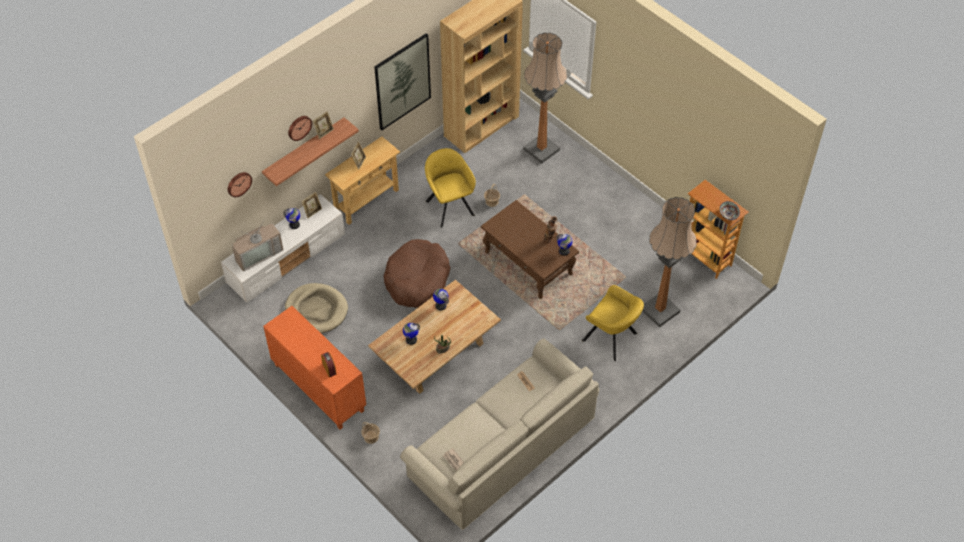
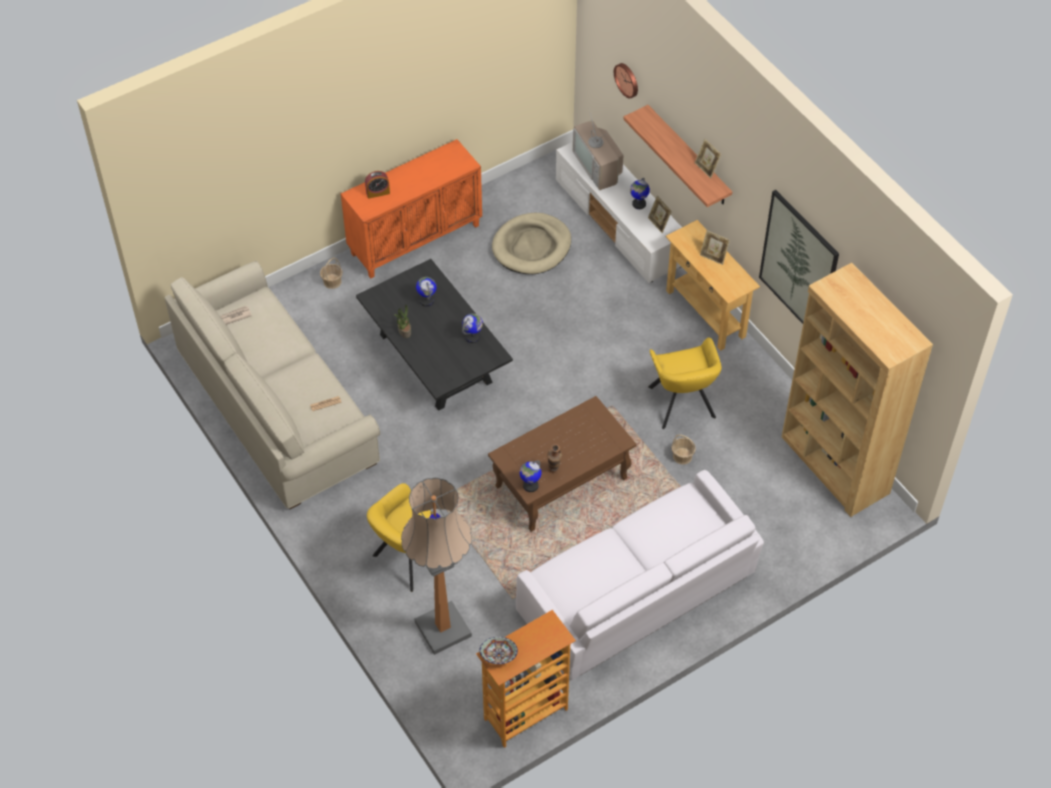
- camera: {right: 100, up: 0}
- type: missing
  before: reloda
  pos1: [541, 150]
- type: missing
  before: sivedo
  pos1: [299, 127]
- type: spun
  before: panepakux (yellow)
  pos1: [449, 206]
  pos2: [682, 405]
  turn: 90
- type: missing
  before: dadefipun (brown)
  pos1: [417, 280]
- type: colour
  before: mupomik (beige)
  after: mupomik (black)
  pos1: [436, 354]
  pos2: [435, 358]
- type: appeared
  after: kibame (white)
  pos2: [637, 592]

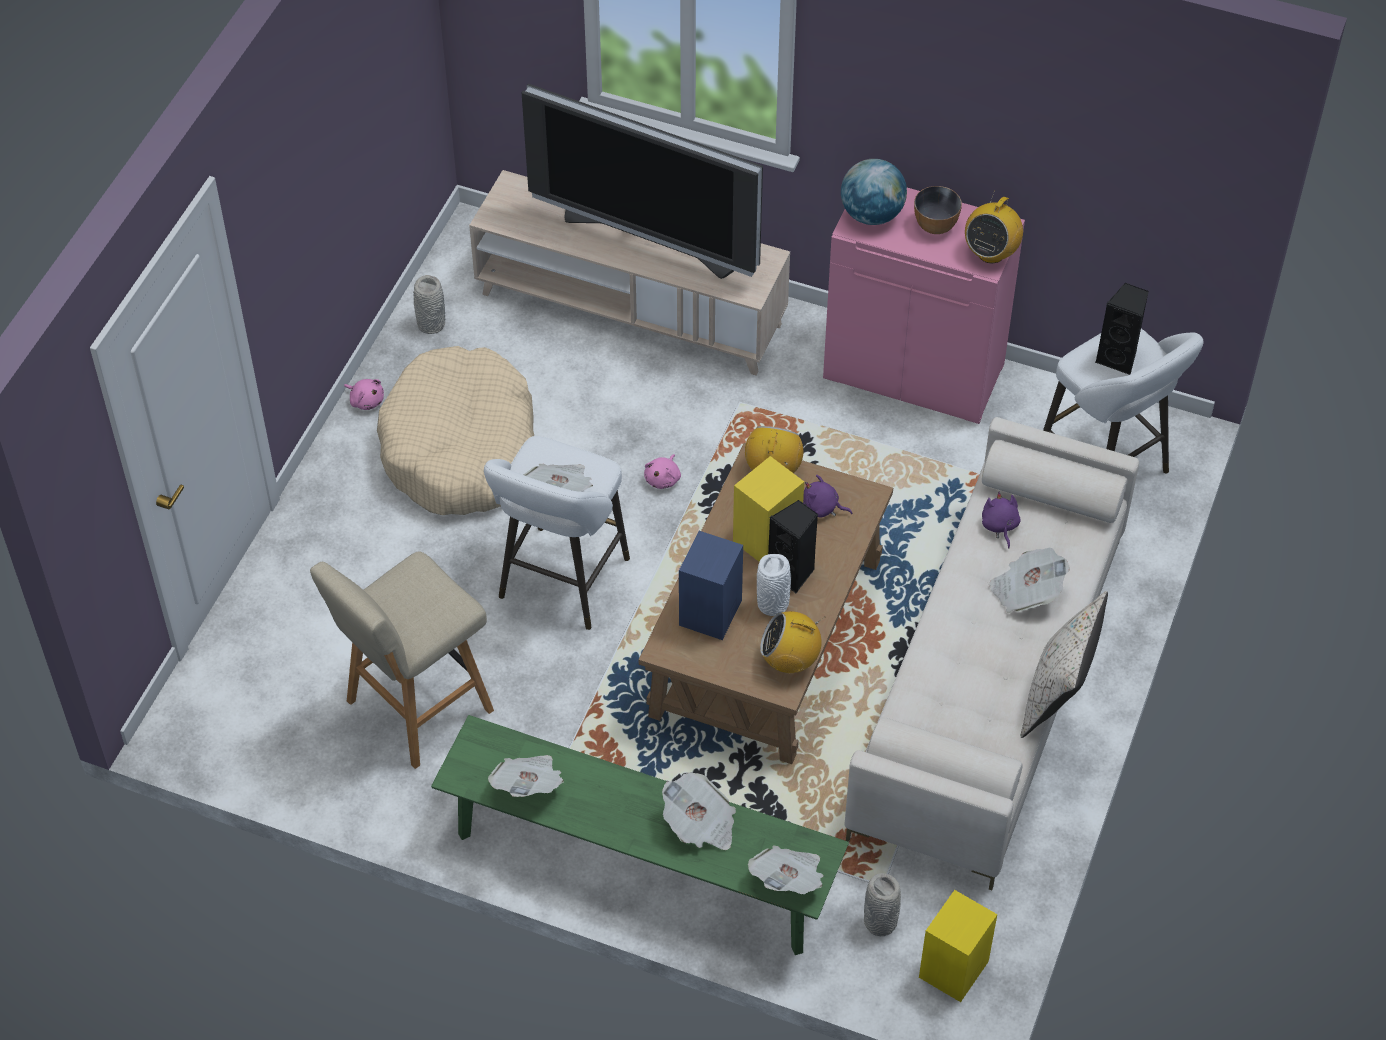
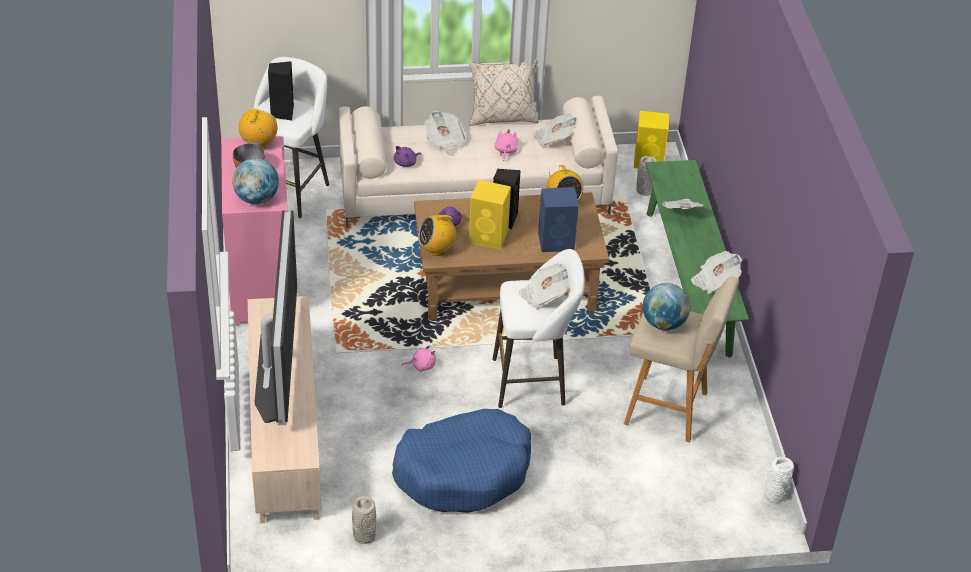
- camera: {right: -120, up: -10}
- type: spun
  before: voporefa
  pos1: [991, 252]
  pos2: [259, 144]
  turn: -75
- type: colour
  before: dadefipun (beige)
  after: dadefipun (blue)
  pos1: [460, 448]
  pos2: [463, 472]
- type: relocated
  before: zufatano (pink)
  pos1: [366, 400]
  pos2: [505, 151]
- type: relocated
  before: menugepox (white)
  pos1: [773, 603]
  pos2: [774, 495]
- type: relocated
  before: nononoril
  pos1: [788, 879]
  pos2: [553, 138]
- type: appeared
  after: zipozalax
  pos2: [664, 323]

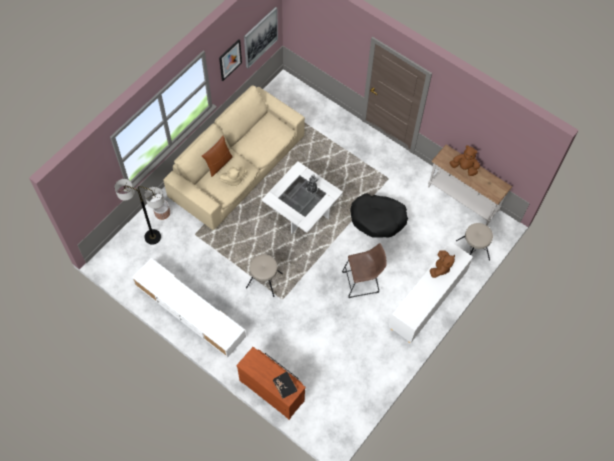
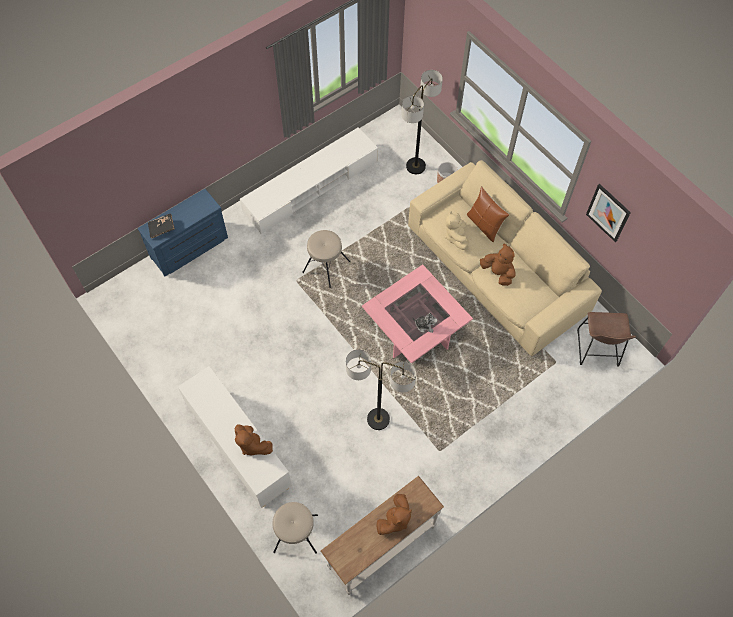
- camera: {right: 105, up: 0}
- type: missing
  before: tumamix
  pos1: [260, 37]
- type: colour
  before: mupomik (white)
  after: mupomik (pink)
  pos1: [302, 209]
  pos2: [415, 329]
- type: exchanged
  before: dadefipun (black)
  after: reloda
  pos1: [378, 219]
  pos2: [378, 419]
- type: relocated
  before: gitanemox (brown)
  pos1: [362, 282]
  pos2: [597, 351]
- type: colour
  before: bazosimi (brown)
  after: bazosimi (blue)
  pos1: [272, 389]
  pos2: [190, 248]
- type: appeared
  after: zufatano (brown)
  pos2: [498, 273]

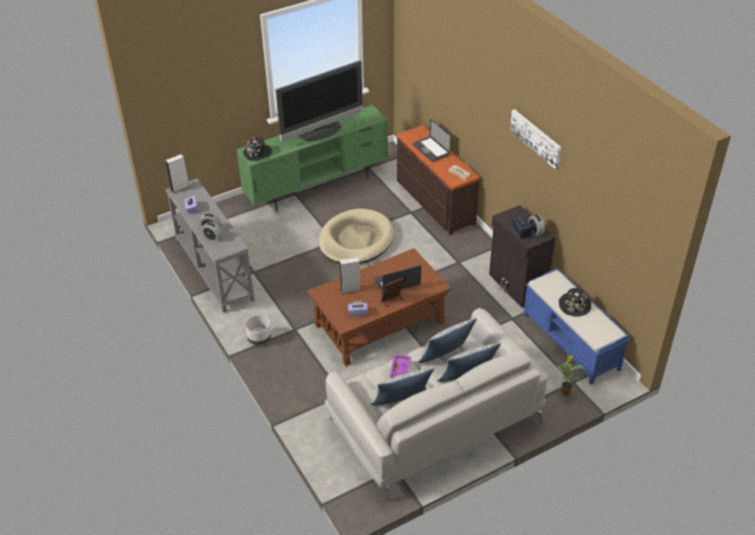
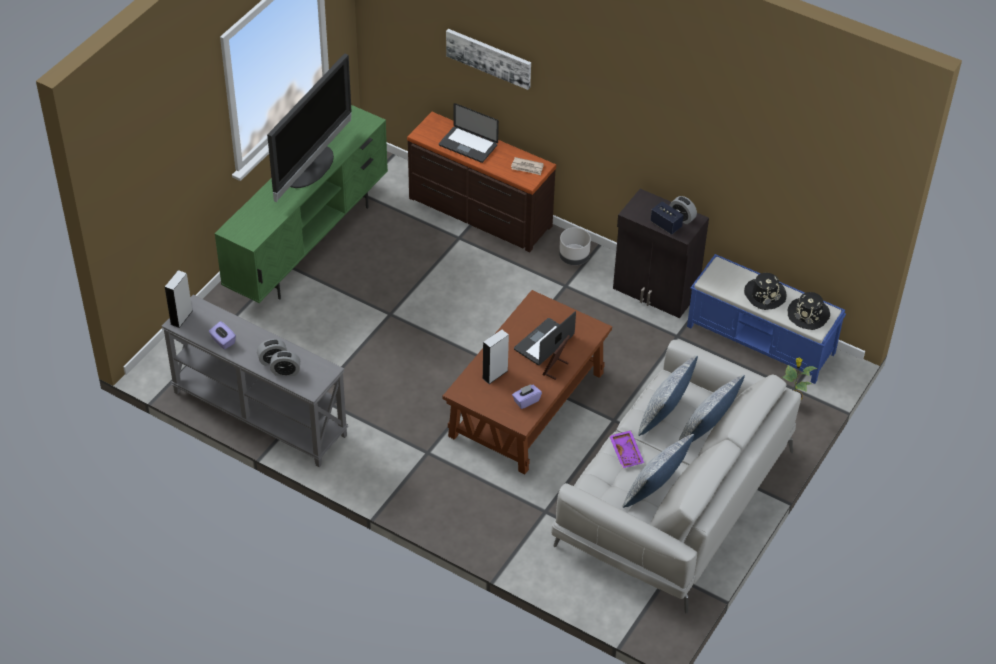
- camera: {right: -30, up: 5}
- type: relocated
  before: tumamix
  pos1: [536, 138]
  pos2: [489, 57]
- type: relocated
  before: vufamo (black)
  pos1: [257, 153]
  pos2: [808, 314]
- type: missing
  before: dadefipun (beige)
  pos1: [356, 240]
- type: relocated
  before: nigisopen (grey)
  pos1: [259, 339]
  pos2: [574, 257]

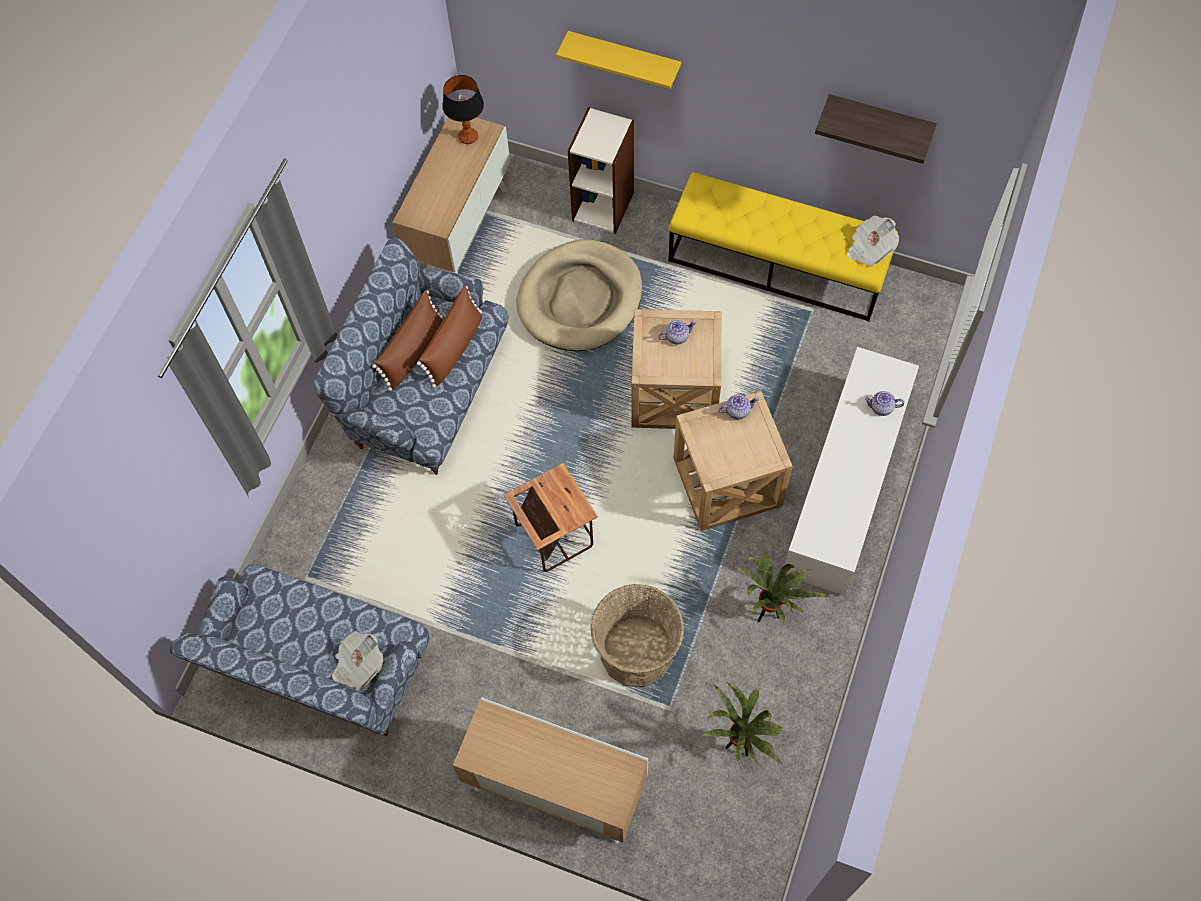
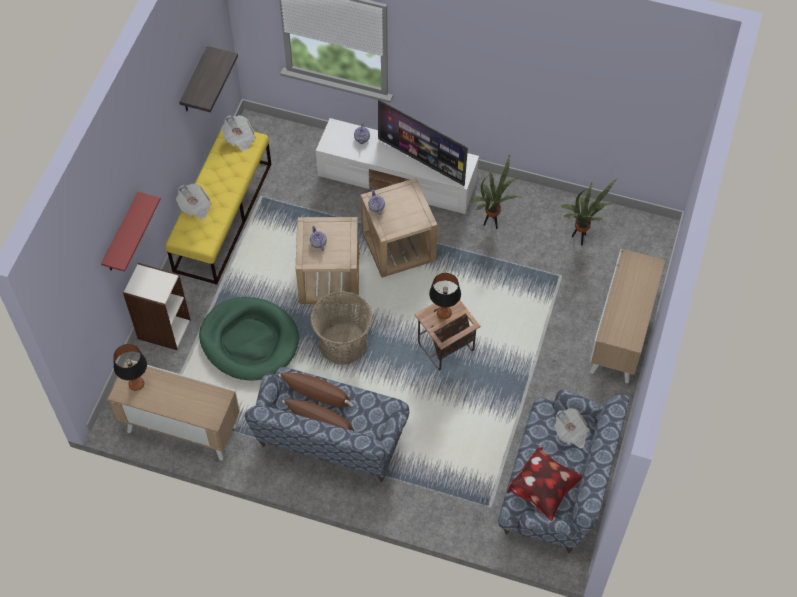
- camera: {right: -95, up: -5}
- type: colour
  before: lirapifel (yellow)
  after: lirapifel (red)
  pos1: [624, 59]
  pos2: [121, 234]
- type: colour
  before: dadefipun (beige)
  after: dadefipun (green)
  pos1: [580, 299]
  pos2: [249, 341]
- type: relocated
  before: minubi
  pos1: [637, 652]
  pos2: [343, 343]
- type: appeared
  after: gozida
  pos2: [422, 161]
- type: appeared
  after: nononoril
  pos2: [195, 207]
- type: appeared
  after: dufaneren
  pos2: [444, 313]
- type: appeared
  after: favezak
  pos2: [544, 490]

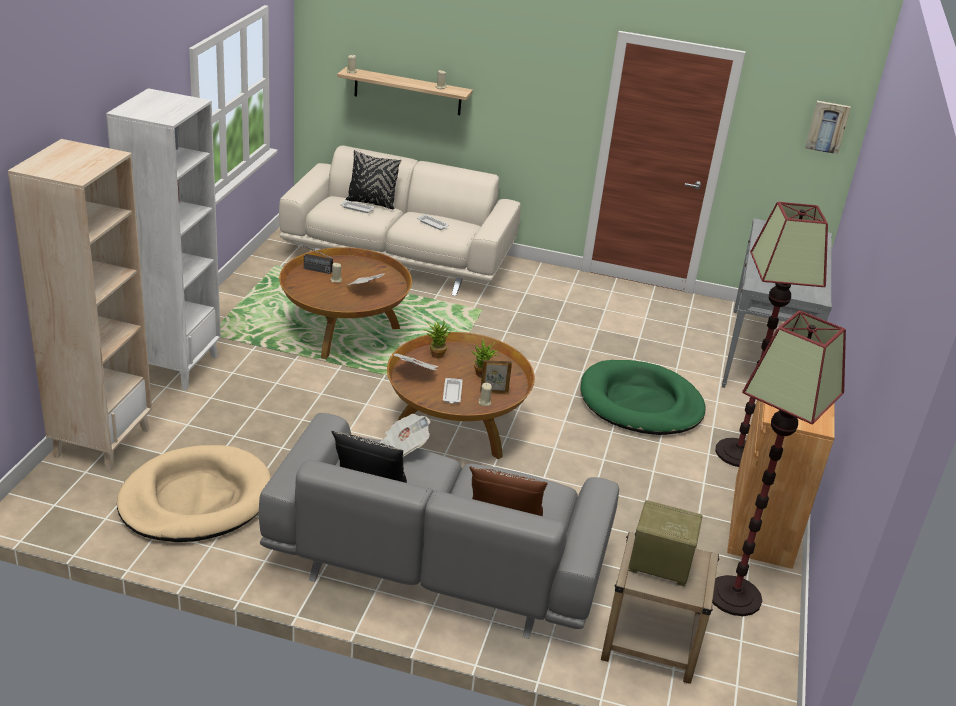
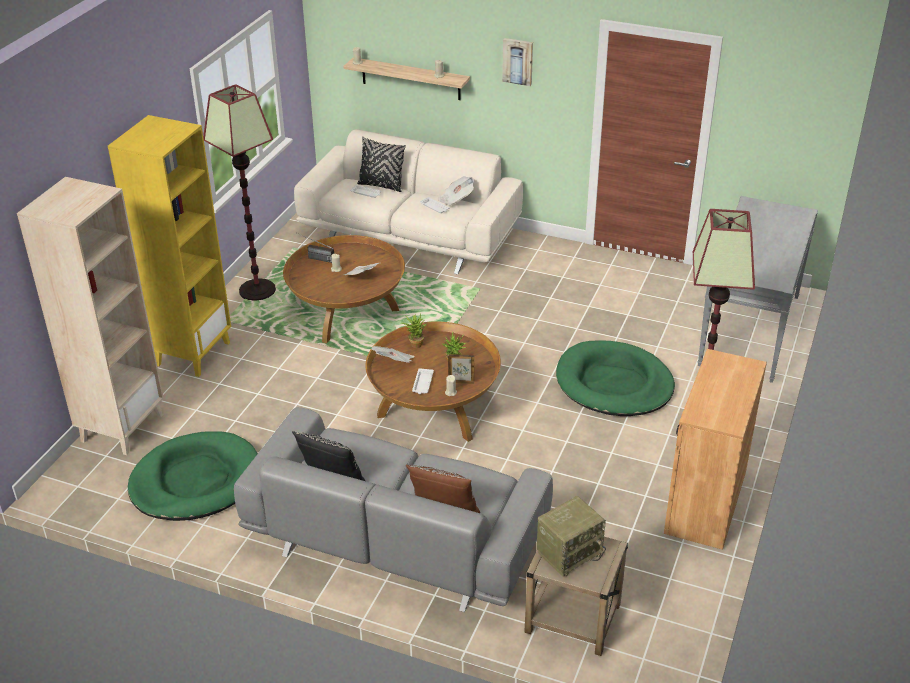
- camera: {right: 10, up: 5}
- type: colour
  before: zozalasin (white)
  after: zozalasin (yellow)
  pos1: [176, 366]
  pos2: [193, 353]
- type: relocated
  before: tumamix
  pos1: [827, 126]
  pos2: [518, 61]
- type: relocated
  before: reloda
  pos1: [735, 596]
  pos2: [258, 290]
- type: relocated
  before: nononoril
  pos1: [401, 448]
  pos2: [456, 199]
- type: colour
  before: dadefipun (beige)
  after: dadefipun (green)
  pos1: [196, 499]
  pos2: [195, 481]
- type: spun
  before: voporefa
  pos1: [658, 564]
  pos2: [569, 552]
  turn: 120

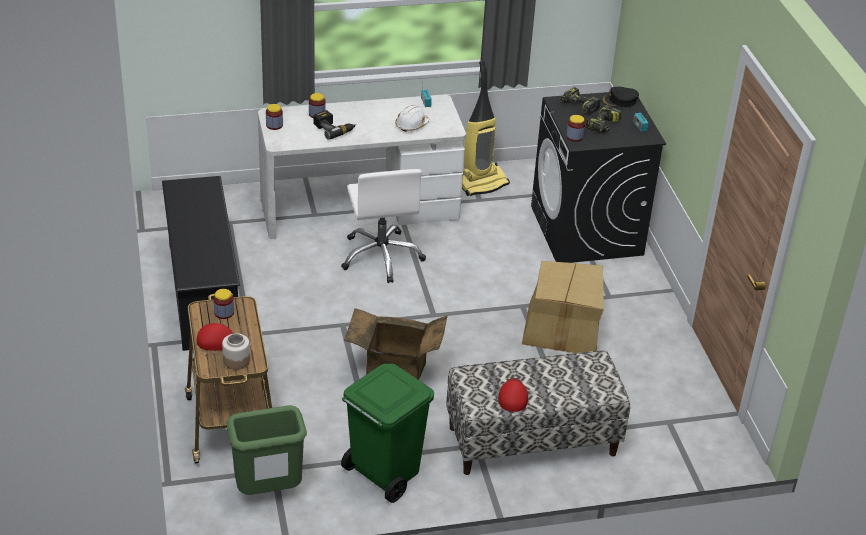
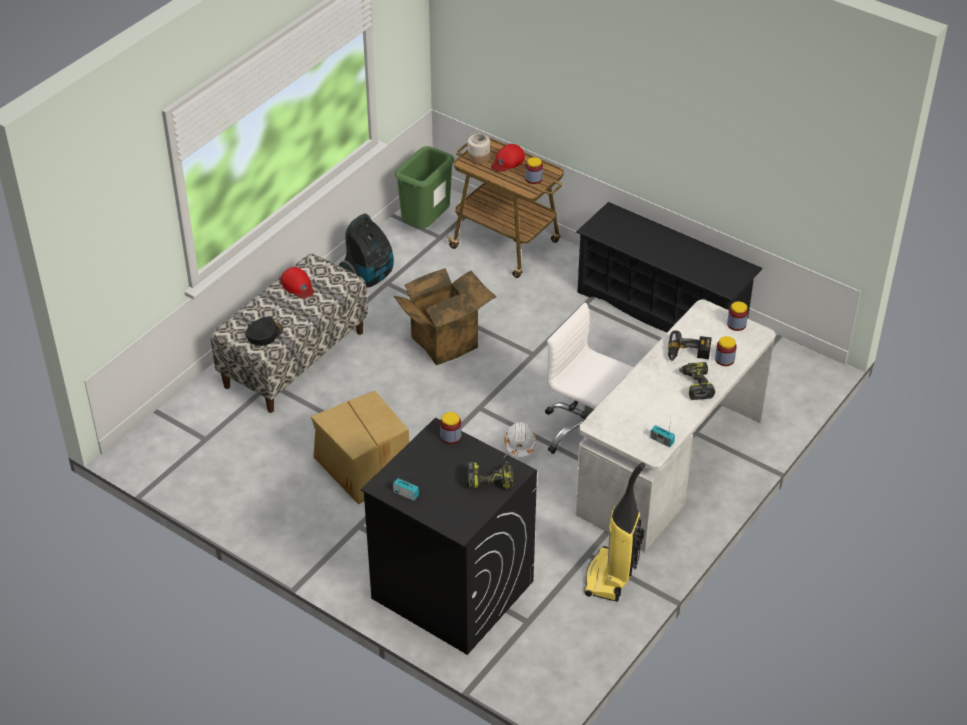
- camera: {right: 140, up: 5}
- type: relocated
  before: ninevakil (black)
  pos1: [619, 100]
  pos2: [264, 334]
- type: relocated
  before: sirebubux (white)
  pos1: [412, 125]
  pos2: [520, 444]
- type: relocated
  before: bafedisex
  pos1: [603, 126]
  pos2: [696, 385]
- type: exchanged
  before: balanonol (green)
  after: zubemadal
  pos1: [384, 474]
  pos2: [369, 276]

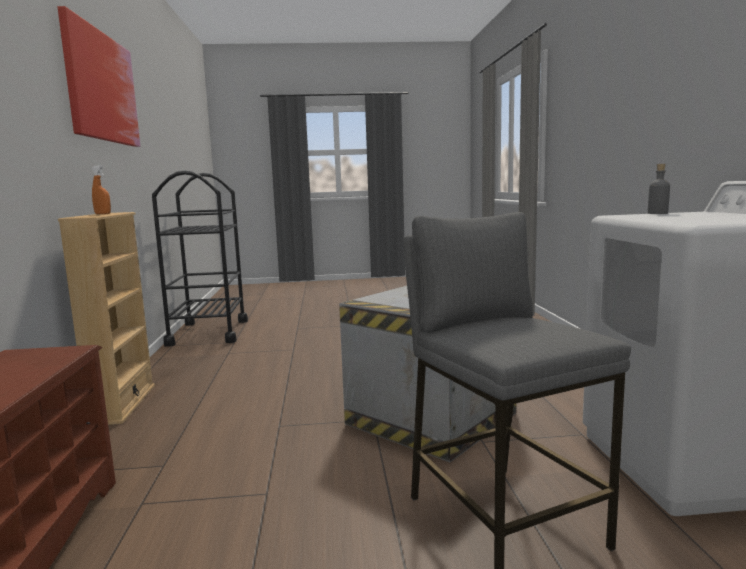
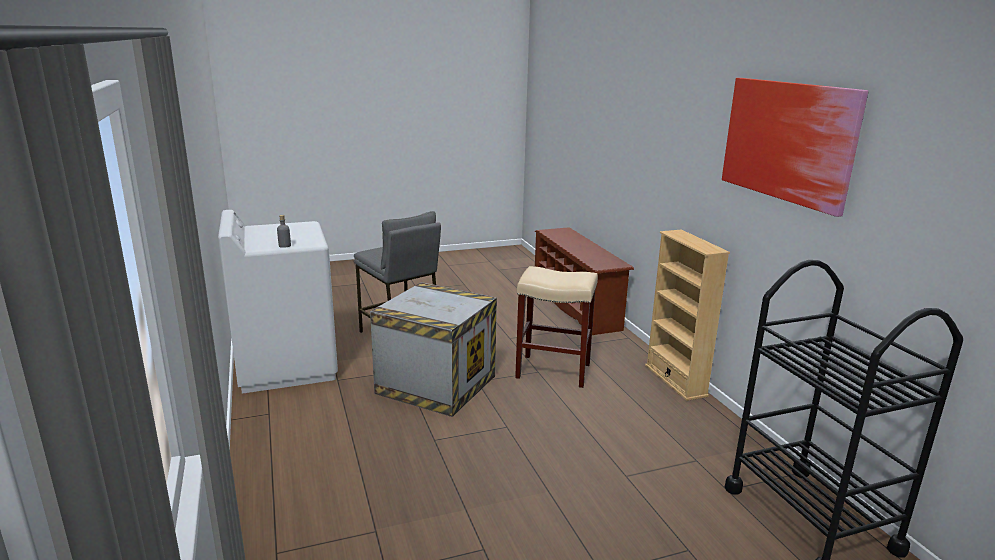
- camera: {right: 165, up: 10}
- type: missing
  before: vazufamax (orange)
  pos1: [103, 214]
- type: appeared
  after: gitanemox (beige)
  pos2: [554, 371]

